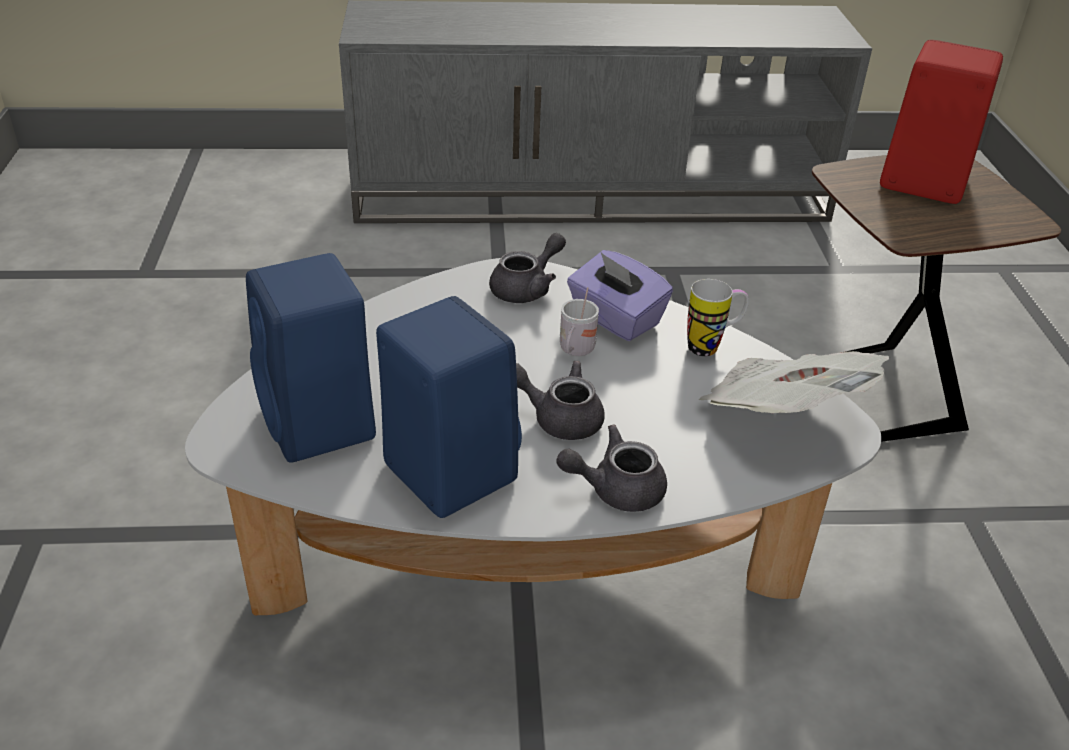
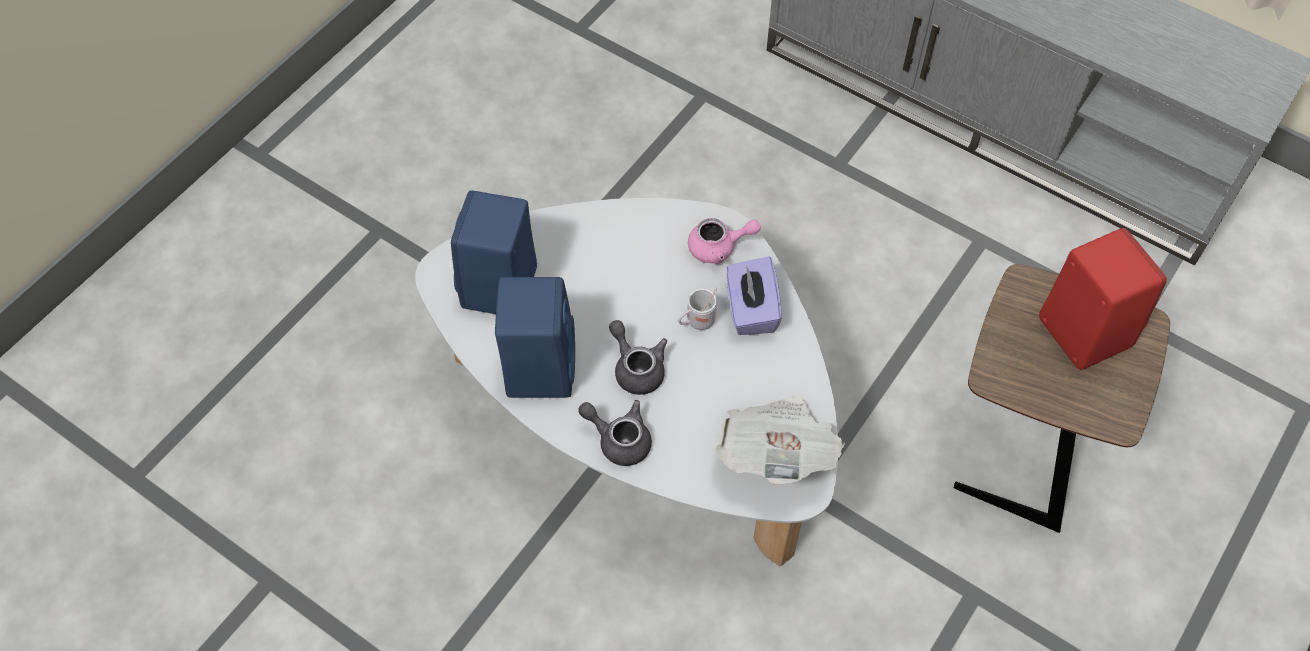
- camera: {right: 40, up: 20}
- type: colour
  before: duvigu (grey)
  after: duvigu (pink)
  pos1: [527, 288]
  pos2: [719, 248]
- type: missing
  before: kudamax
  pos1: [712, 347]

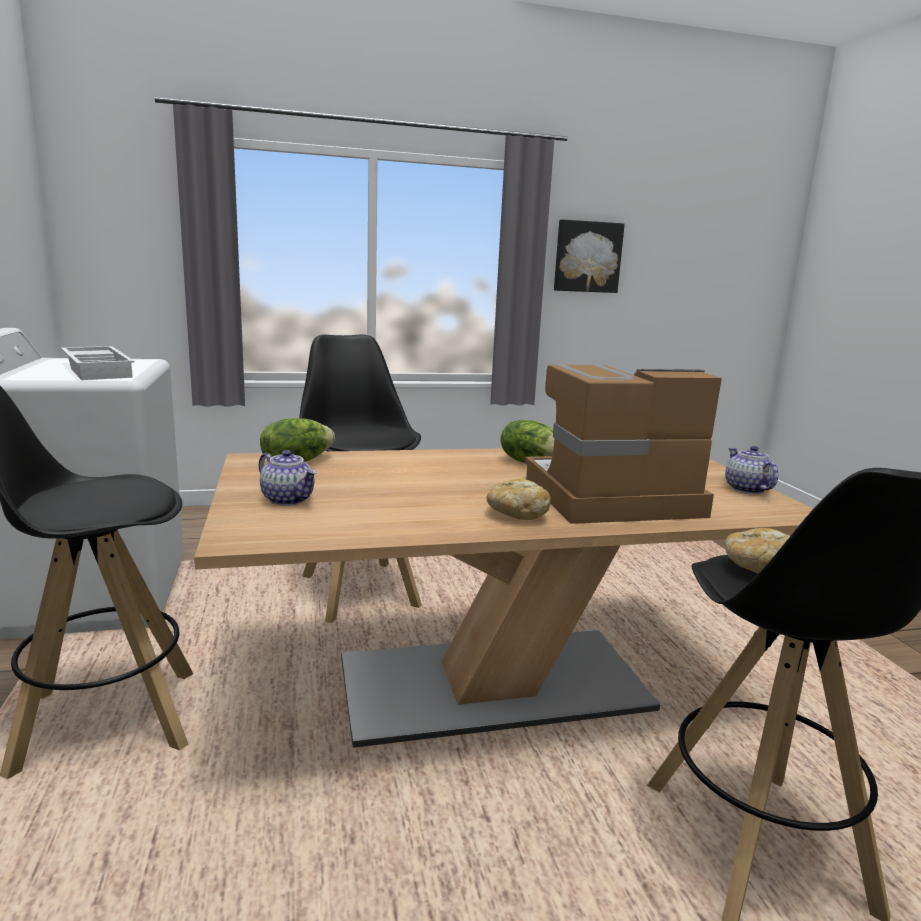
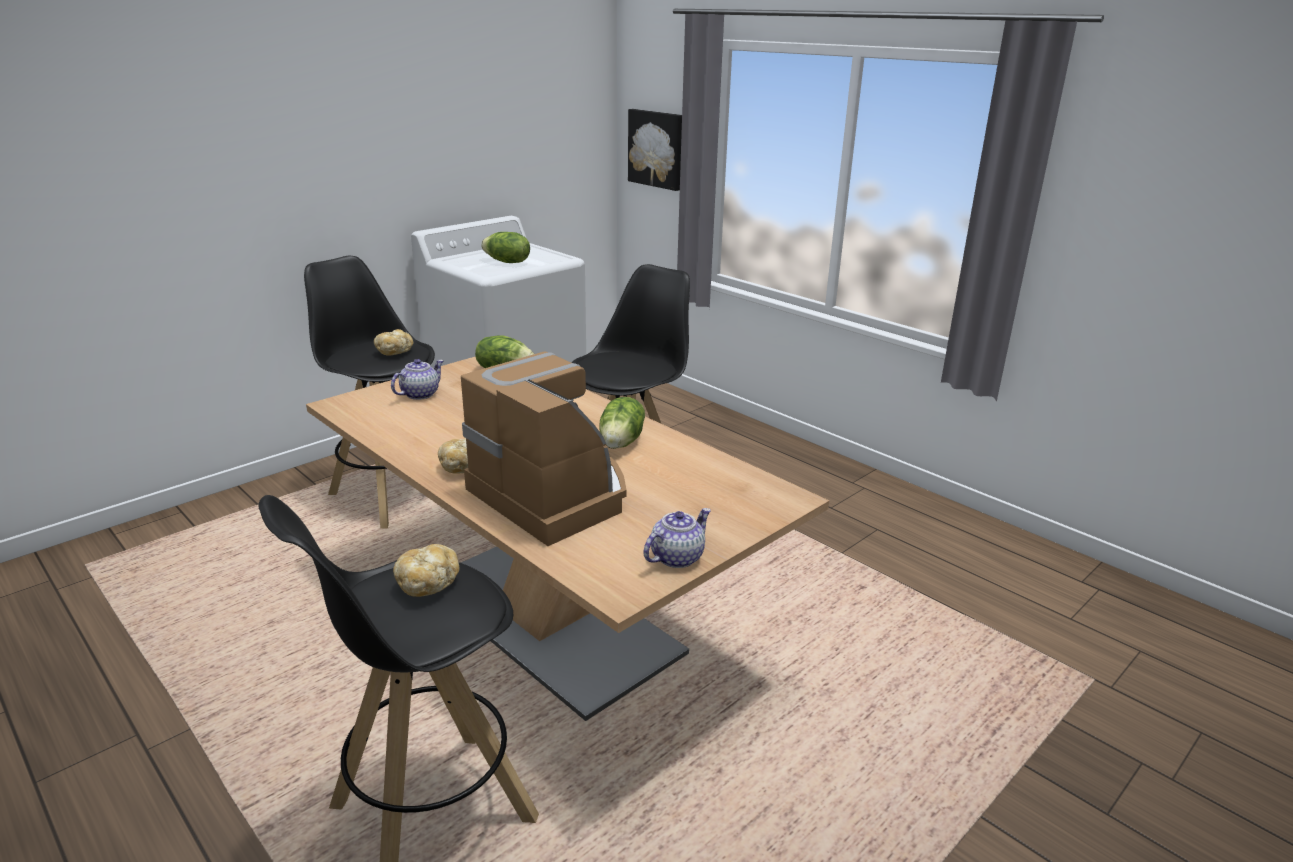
- camera: {right: 60, up: 10}
- type: relocated
  before: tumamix
  pos1: [587, 257]
  pos2: [657, 149]
- type: exchanged
  before: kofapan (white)
  after: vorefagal
  pos1: [99, 370]
  pos2: [507, 262]
- type: spun
  before: duvigu
  pos1: [288, 499]
  pos2: [420, 394]
  turn: -150
- type: appeared
  after: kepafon
  pos2: [395, 352]

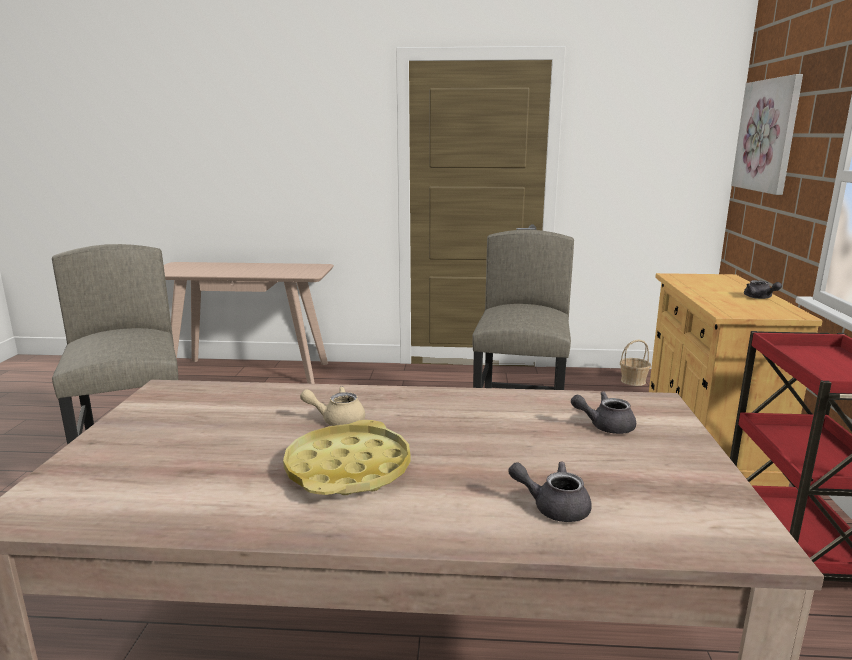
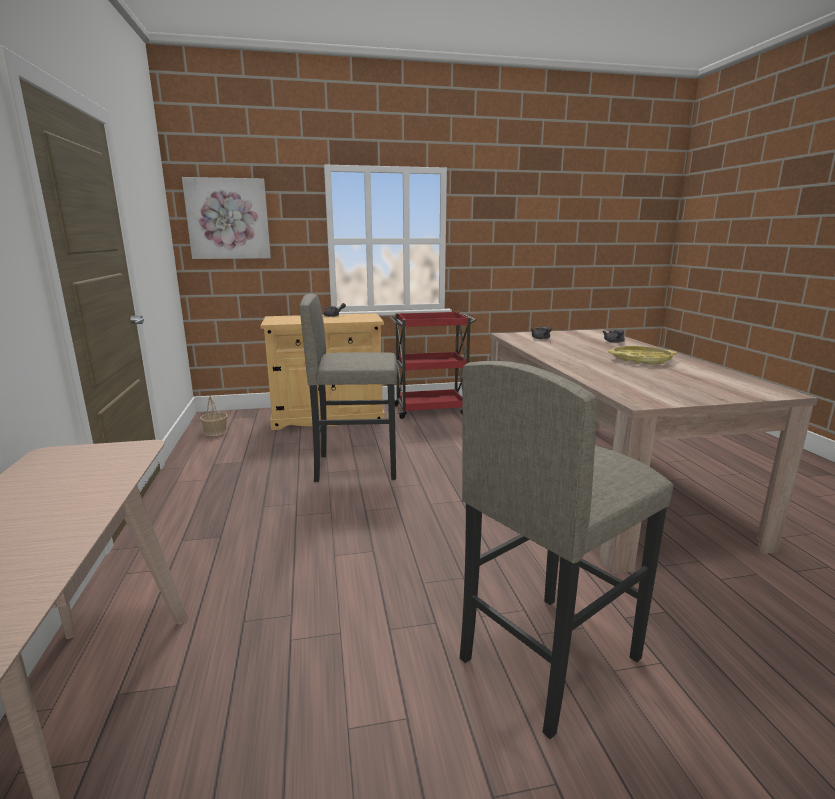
- camera: {right: -105, up: 0}
- type: missing
  before: duvigu (beige)
  pos1: [337, 420]

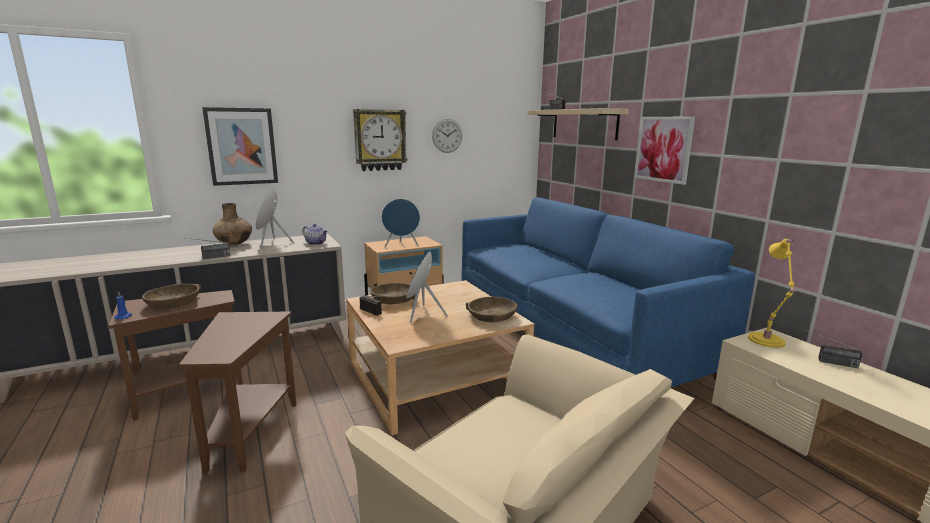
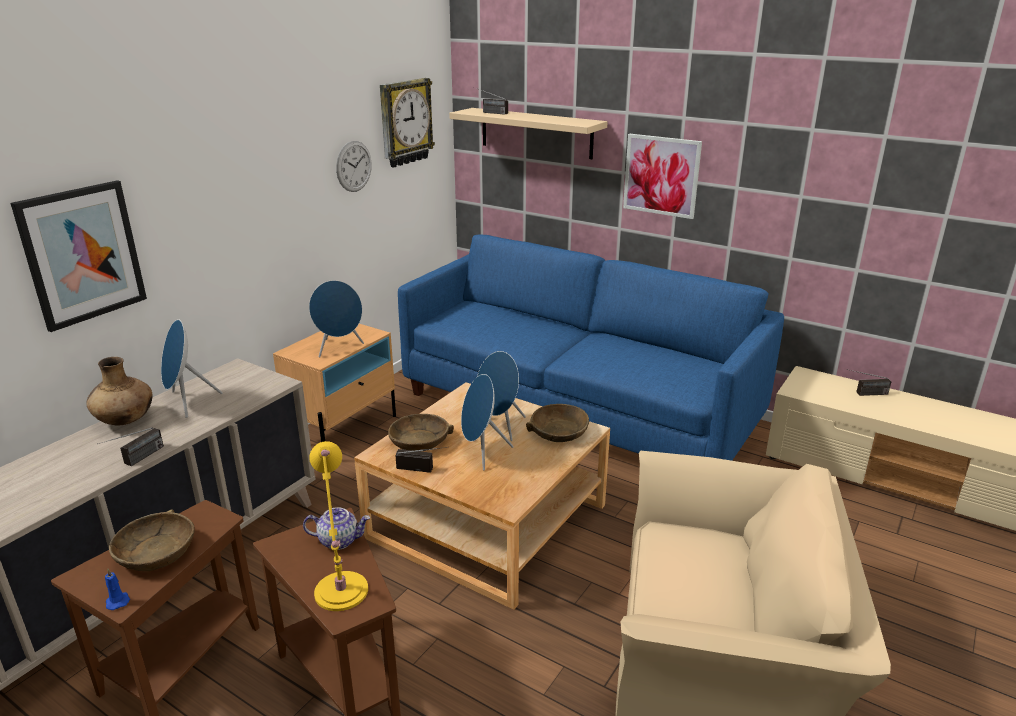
- camera: {right: -30, up: 10}
- type: relocated
  before: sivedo
  pos1: [380, 140]
  pos2: [405, 122]
- type: relocated
  before: duvigu
  pos1: [316, 243]
  pos2: [339, 540]
- type: relocated
  before: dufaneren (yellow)
  pos1: [767, 341]
  pos2: [341, 595]
- type: appeared
  after: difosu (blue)
  pos2: [500, 427]

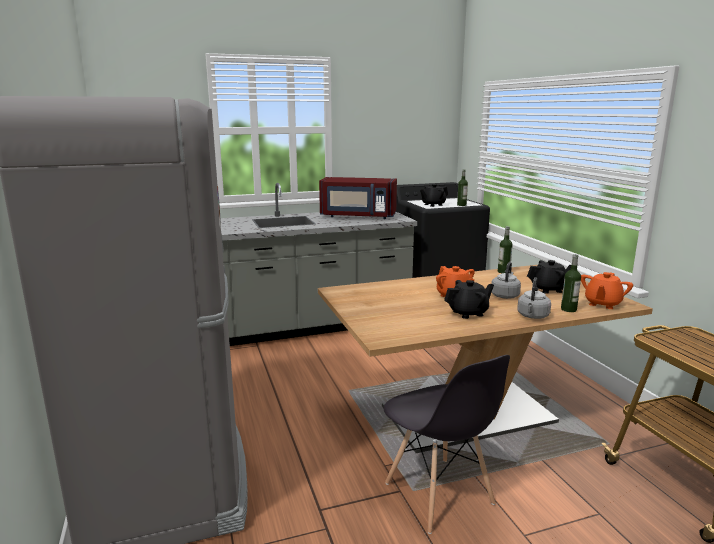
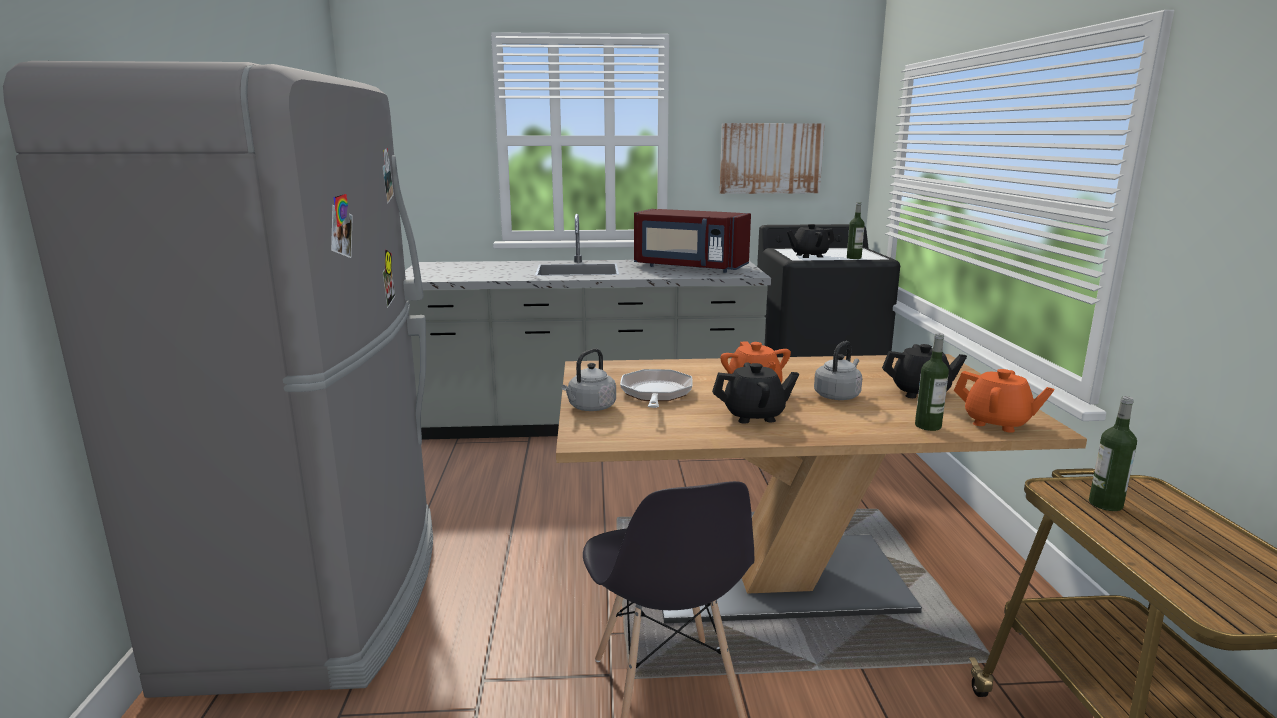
- camera: {right: 15, up: 0}
- type: relocated
  before: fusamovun
  pos1: [503, 272]
  pos2: [1105, 504]
- type: spun
  before: duvigu (orange)
  pos1: [602, 304]
  pos2: [997, 423]
  turn: -105
- type: relocated
  before: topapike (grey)
  pos1: [532, 316]
  pos2: [590, 408]
- type: appeared
  after: tumamix
  pos2: [770, 158]
- type: appeared
  after: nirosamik
  pos2: [656, 394]

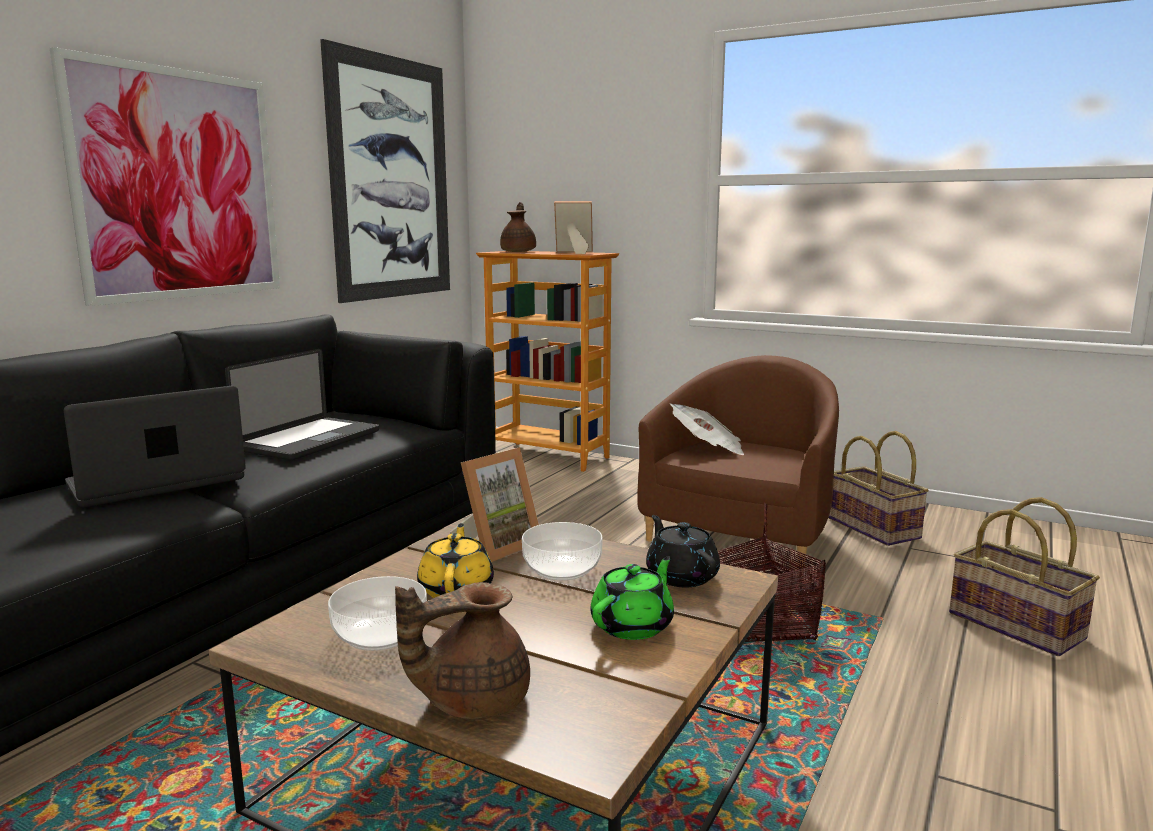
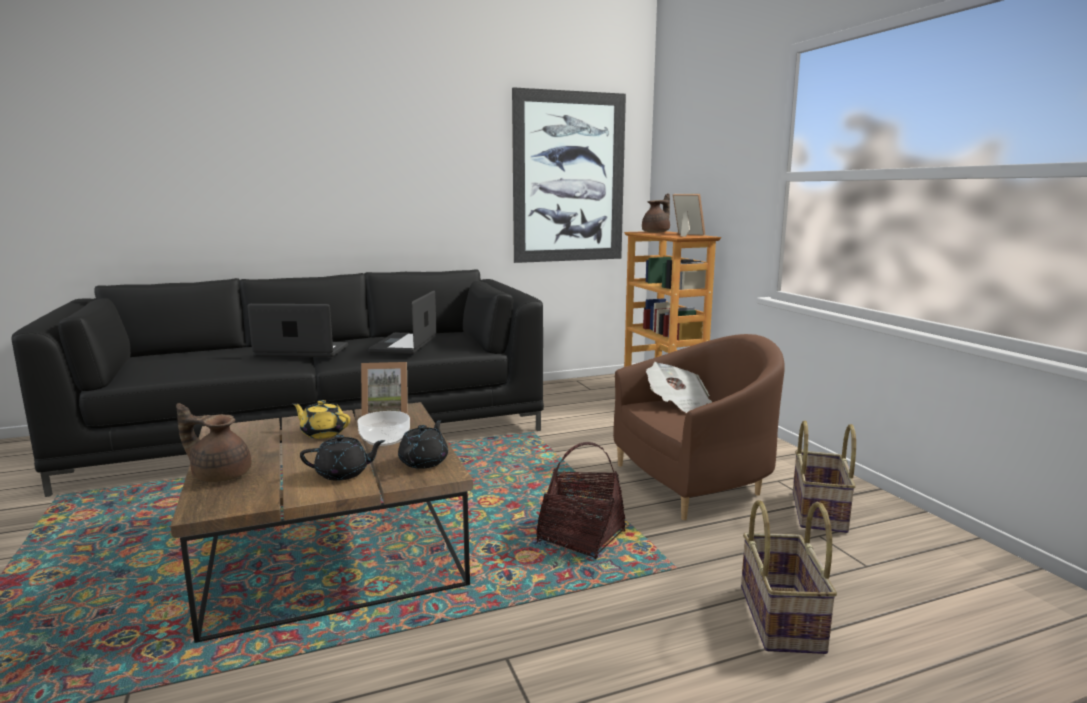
- camera: {right: 40, up: 0}
- type: missing
  before: tumamix
  pos1: [179, 185]
- type: spun
  before: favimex
  pos1: [309, 441]
  pos2: [404, 345]
  turn: 120
- type: spun
  before: duvigu (yellow)
  pos1: [457, 589]
  pos2: [323, 433]
  turn: -105
- type: colour
  before: duvigu (green)
  after: duvigu (black)
  pos1: [633, 625]
  pos2: [343, 473]
- type: missing
  before: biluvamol
  pos1: [379, 634]

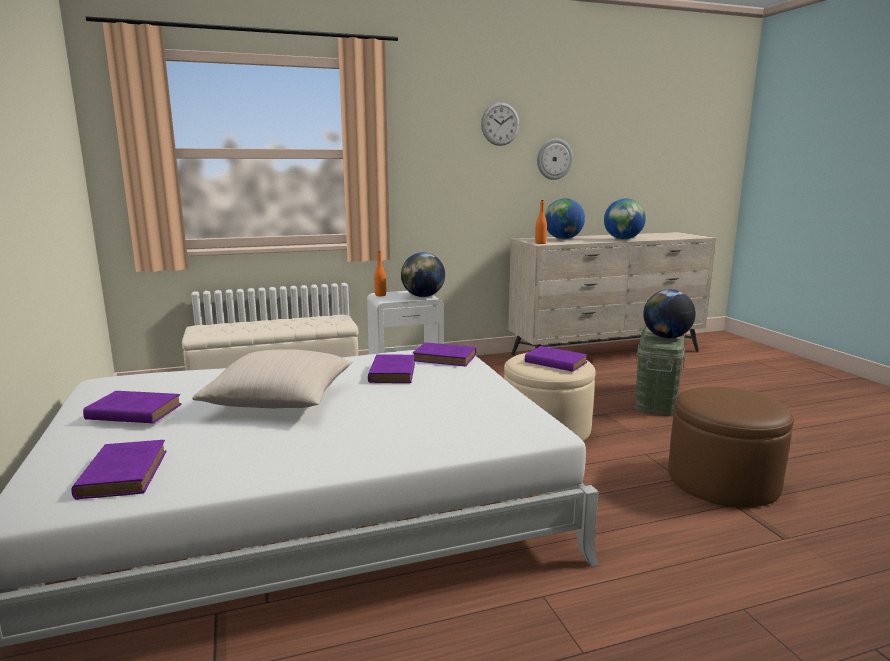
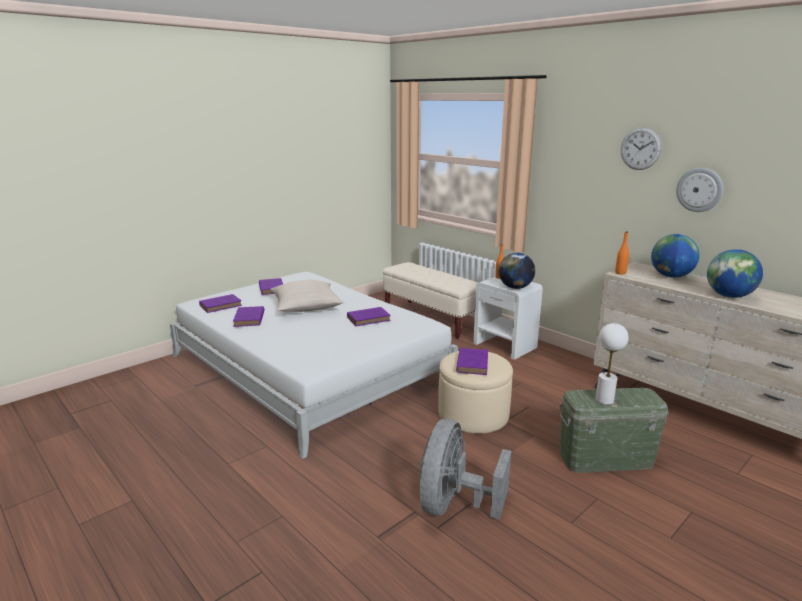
- camera: {right: 65, up: 5}
- type: exchanged
  before: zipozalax
  after: dufaneren (white)
  pos1: [666, 337]
  pos2: [604, 400]
- type: relocated
  before: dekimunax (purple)
  pos1: [446, 358]
  pos2: [249, 319]
- type: exchanged
  before: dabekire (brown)
  after: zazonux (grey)
  pos1: [722, 480]
  pos2: [453, 505]

